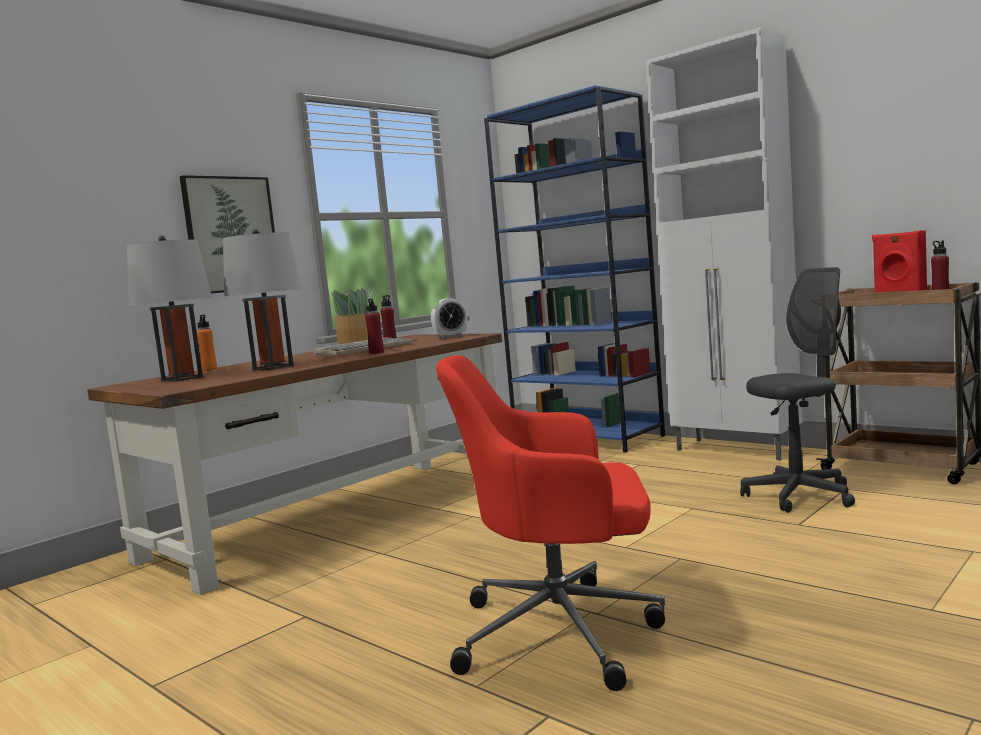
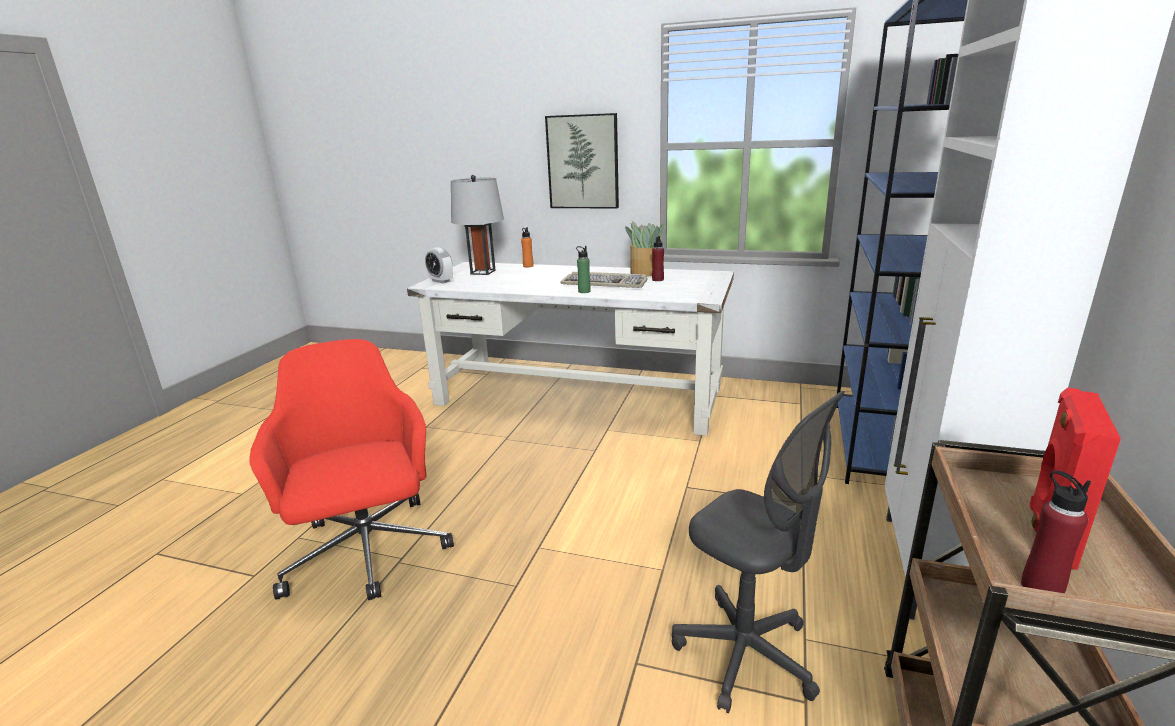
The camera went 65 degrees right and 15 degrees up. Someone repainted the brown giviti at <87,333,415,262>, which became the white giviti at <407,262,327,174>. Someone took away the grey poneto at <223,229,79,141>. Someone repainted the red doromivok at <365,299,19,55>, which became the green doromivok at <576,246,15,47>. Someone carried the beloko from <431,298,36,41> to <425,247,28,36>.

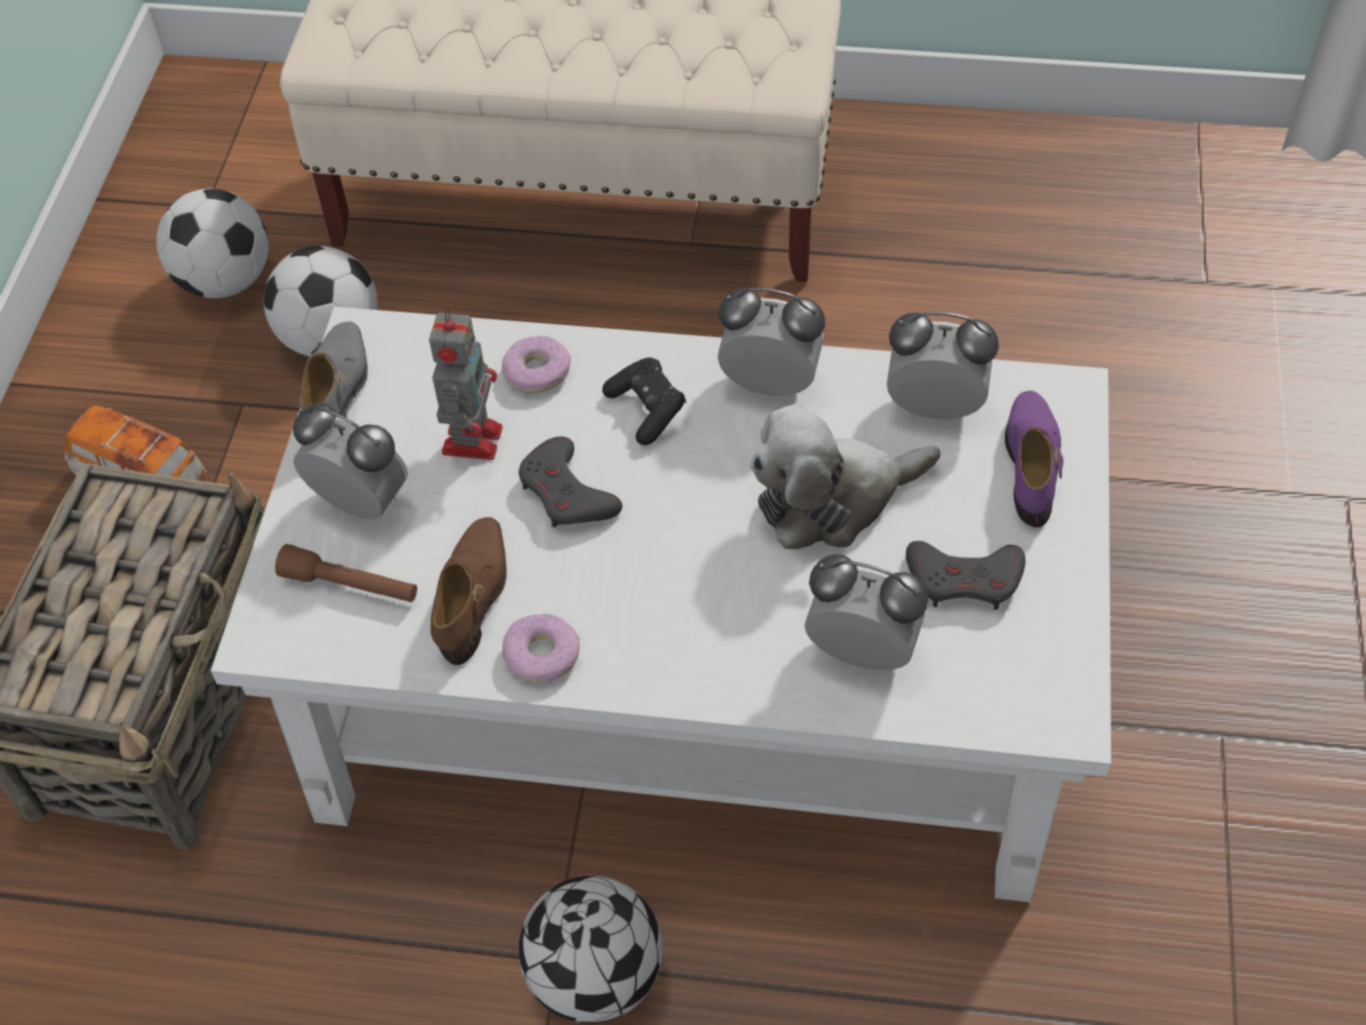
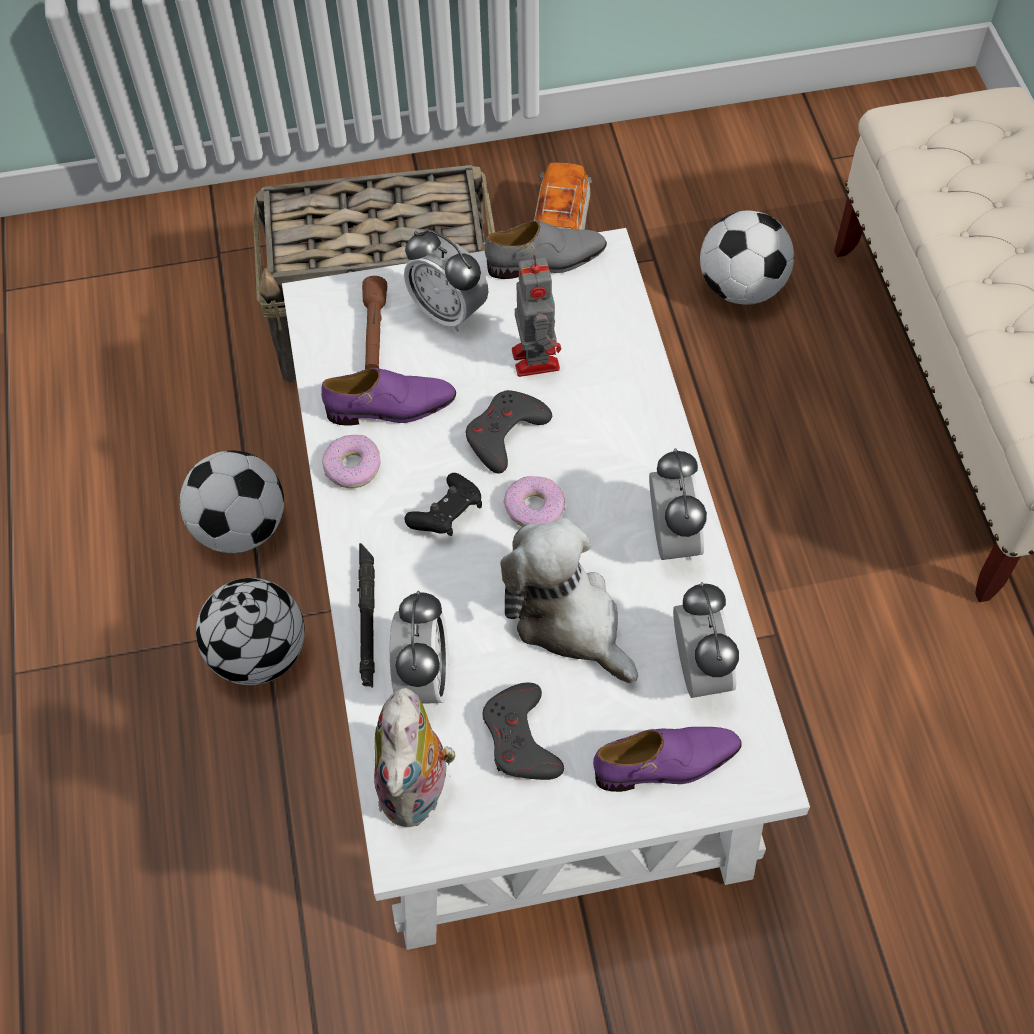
The camera went 70 degrees right and 5 degrees up. Someone carried the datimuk from <156,189,113,109> to <180,450,104,103>. Someone rotated the beloko at <293,403,115,116> by 120 degrees clockwise. Someone rotated the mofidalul at <429,308,74,152> by 90 degrees counterclockwise. Someone repainted the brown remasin at <430,517,77,148>, which became the purple remasin at <321,368,135,58>. Someone carried the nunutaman from <502,336,69,57> to <503,476,62,51>. Someone carried the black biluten from <602,357,84,88> to <405,473,77,63>. Someone put down the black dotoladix at <357,543,18,145>. Someone put down the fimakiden at <374,688,81,139>.

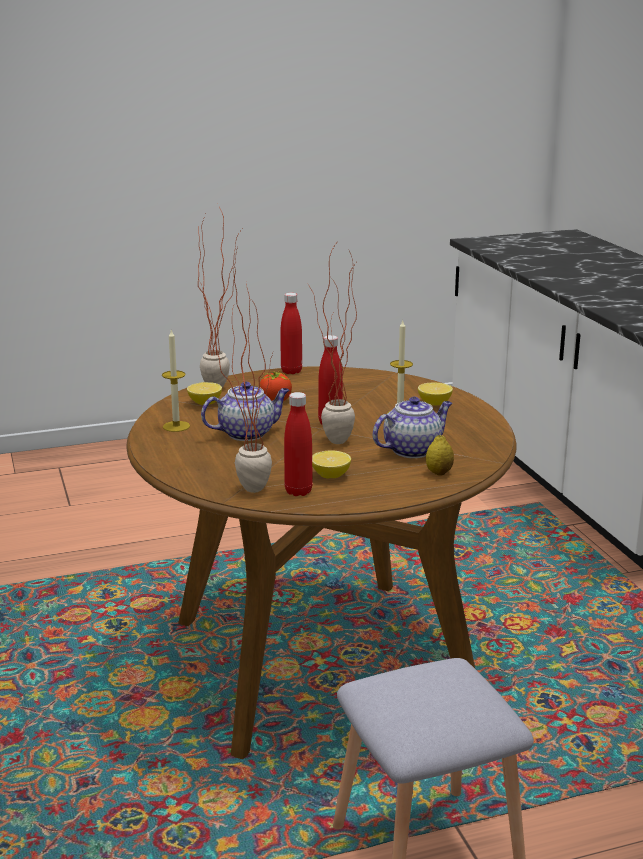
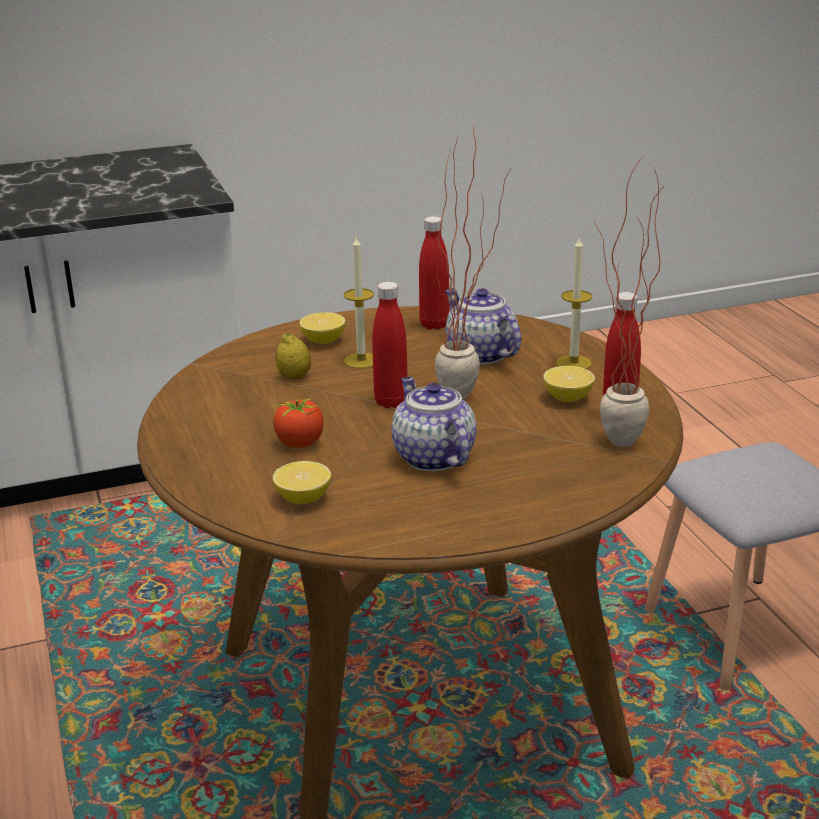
The camera went 90 degrees left and 5 degrees up. Someone carried the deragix from <162,329,28,103> to <556,236,36,133>. Someone took away the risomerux at <198,207,44,180>. Someone carried the red doromivok from <280,293,22,81> to <419,216,30,114>. Someone carried the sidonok from <426,435,28,41> to <275,333,36,46>.

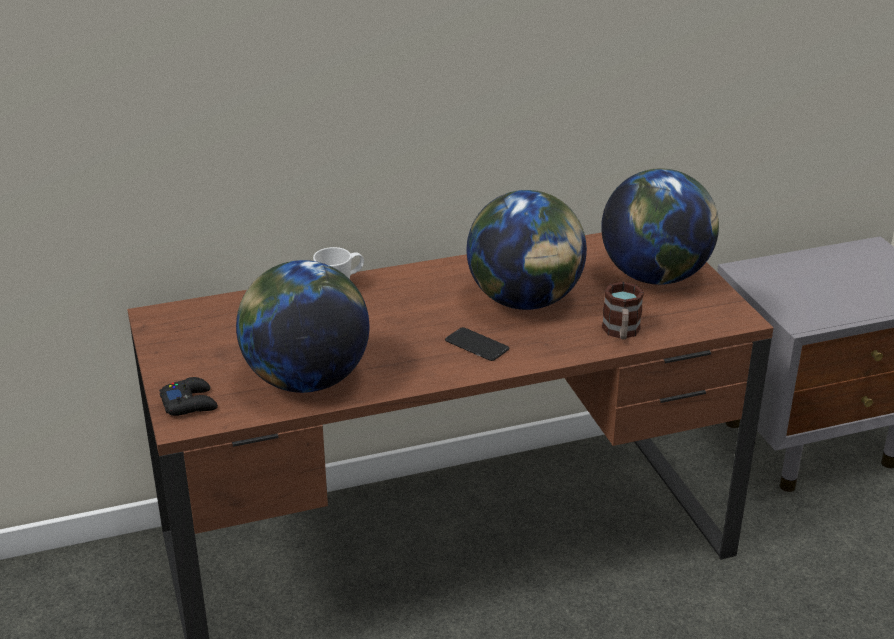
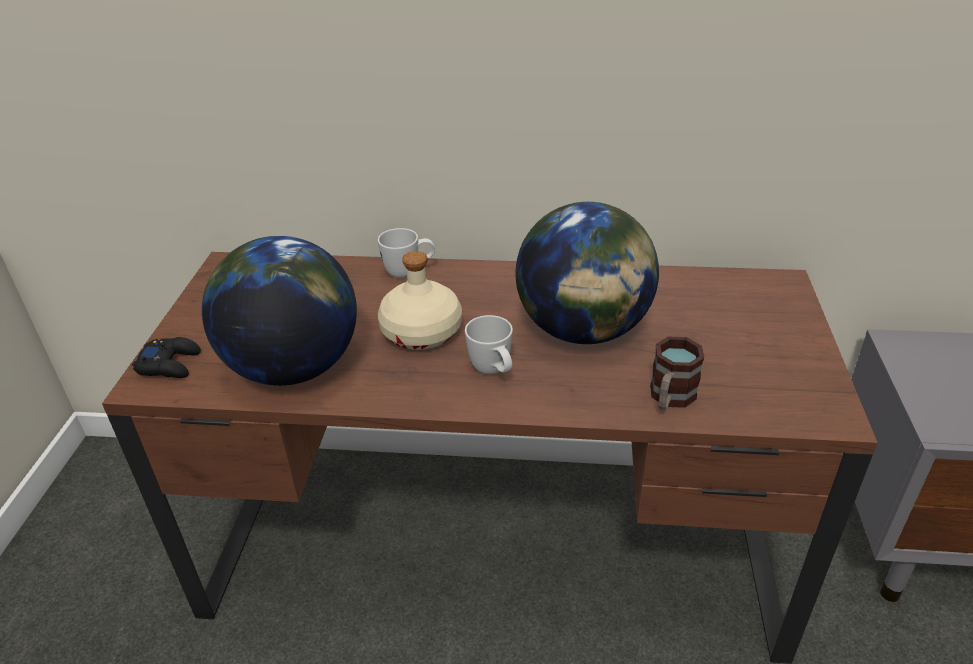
The camera went 25 degrees right and 5 degrees up. Someone swapped the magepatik at <445,327,64,34> for the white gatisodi at <465,315,48,59>. Someone took away the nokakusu at <601,168,118,117>. Someone put down the beige doromivok at <378,251,84,99>.

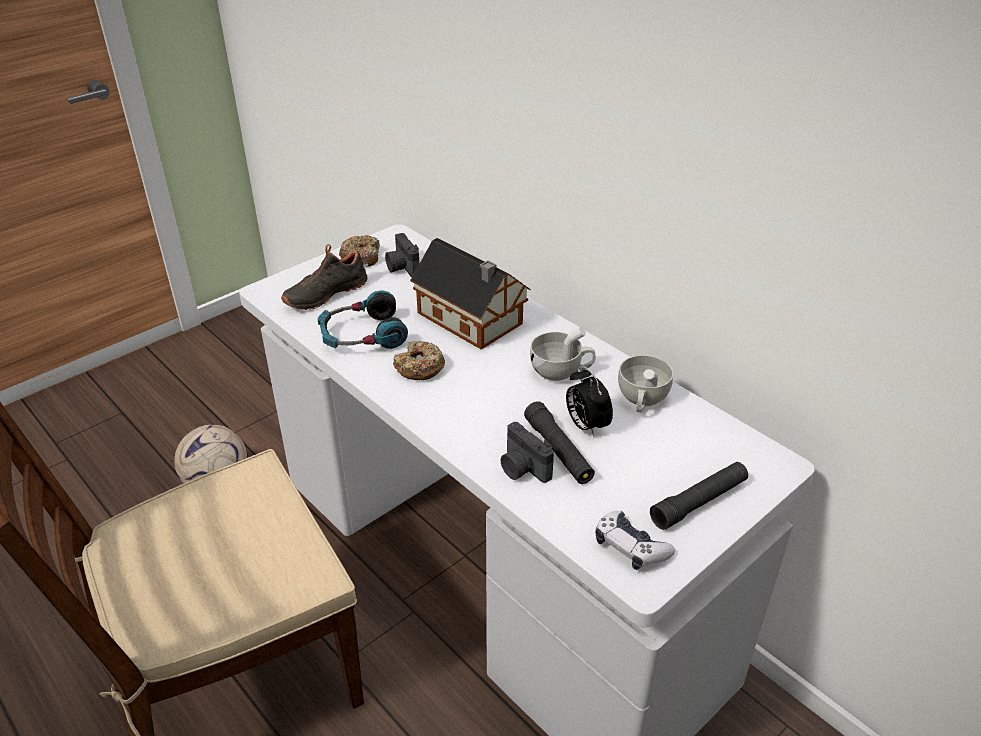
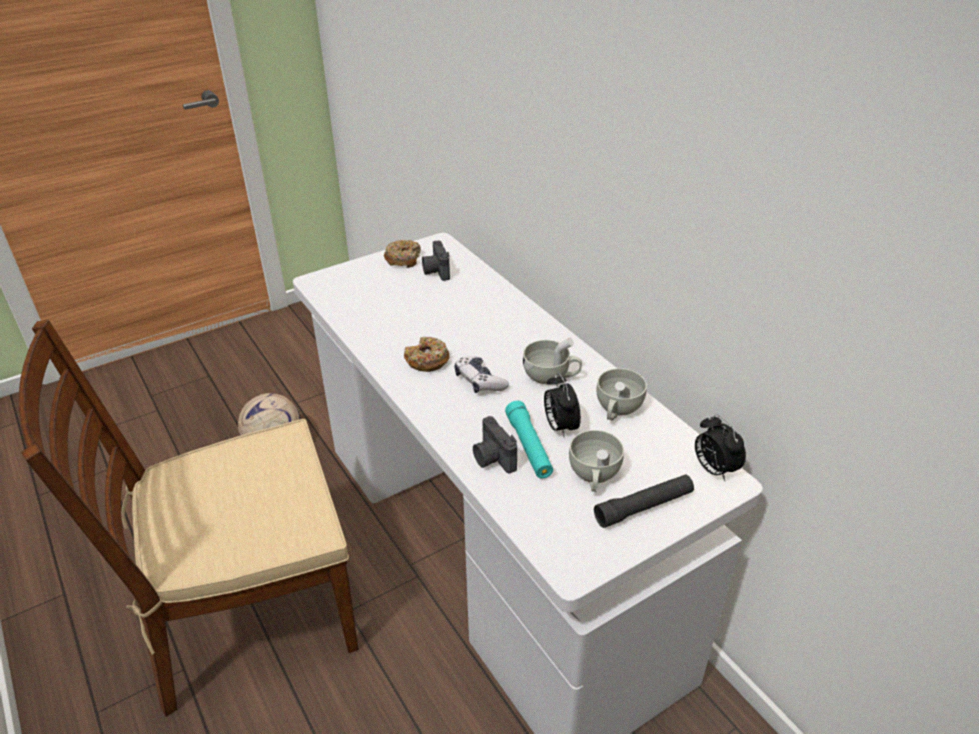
The camera went 10 degrees right and 0 degrees up. Someone took away the black remasin at <281,244,86,66>. Someone took away the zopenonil at <318,291,90,58>. Someone took away the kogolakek at <410,238,120,112>. Someone repainted the black dotoladix at <524,401,71,83>, which became the turquoise dotoladix at <505,401,48,77>. Someone carried the biluten from <595,511,80,59> to <455,356,54,37>. Someone put down the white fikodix at <569,430,55,62>. Someone put down the beloko at <695,414,51,67>.

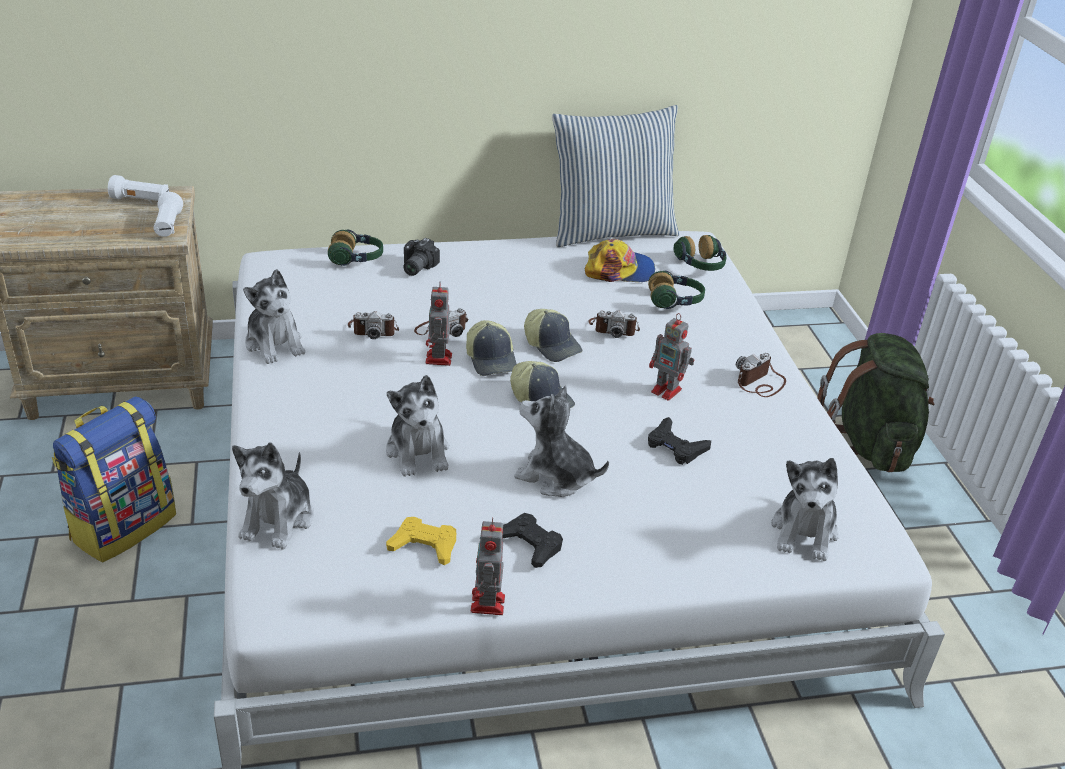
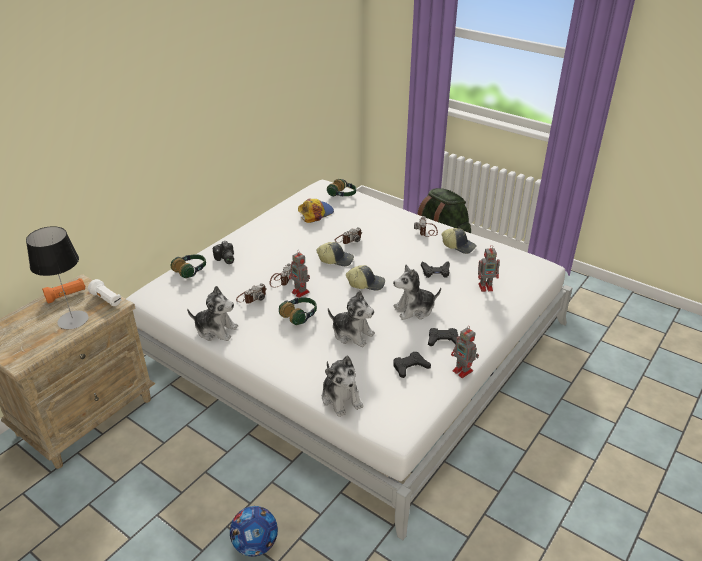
The camera went 40 degrees left and 0 degrees up. Someone took away the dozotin at <52,396,124,166>. Someone repainted the white dotoladix at <108,175,61,26>, which became the orange dotoladix at <42,278,44,26>. Someone repainted the yellow biluten at <386,517,70,48>, which became the black biluten at <393,352,38,26>. Someone carried the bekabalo from <466,320,51,56> to <442,228,35,26>. Someone took away the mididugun at <552,105,127,142>. Someone carried the zopenonil from <648,271,57,38> to <279,297,38,28>. Someone carried the mofidalul from <649,313,45,88> to <478,245,22,47>. Someone took away the fimakiden at <771,458,68,103>. Someone put down the poneto at <26,226,63,103>. Someone put down the datimuk at <230,506,48,51>.

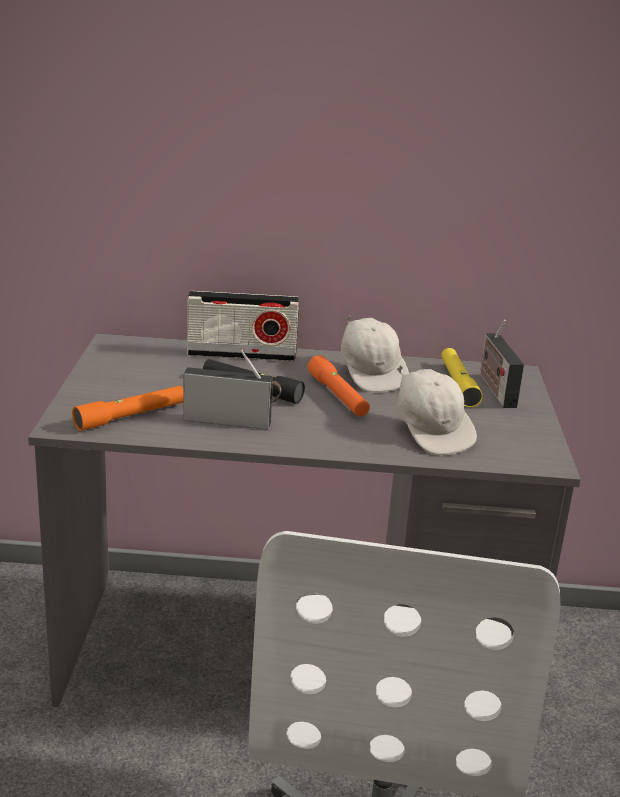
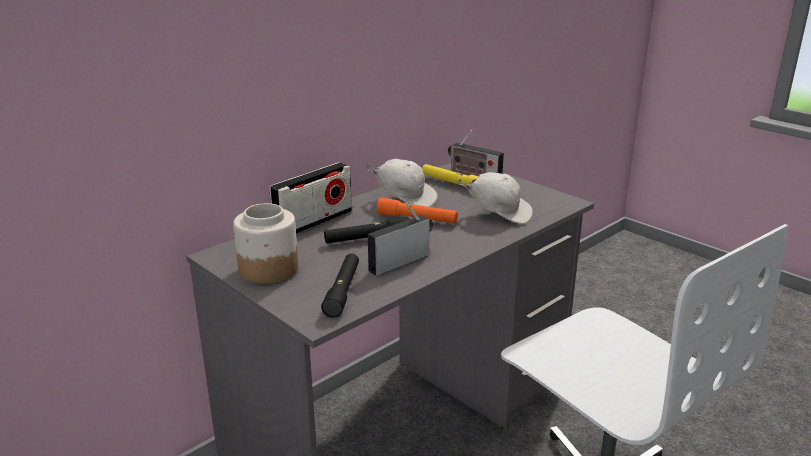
The camera went 45 degrees left and 0 degrees up. Someone repainted the orange dotoladix at <72,386,112,45>, which became the black dotoladix at <321,254,38,64>. Someone put down the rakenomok at <233,203,65,81>.

